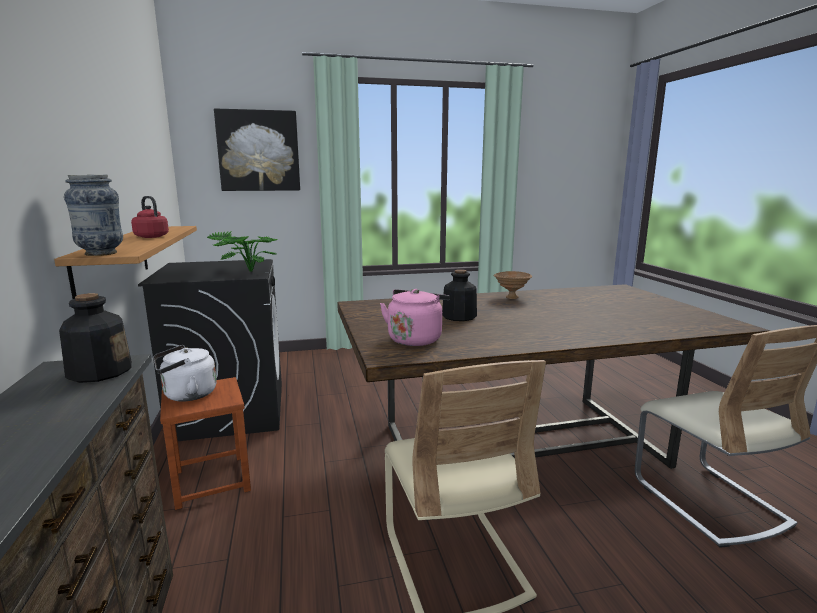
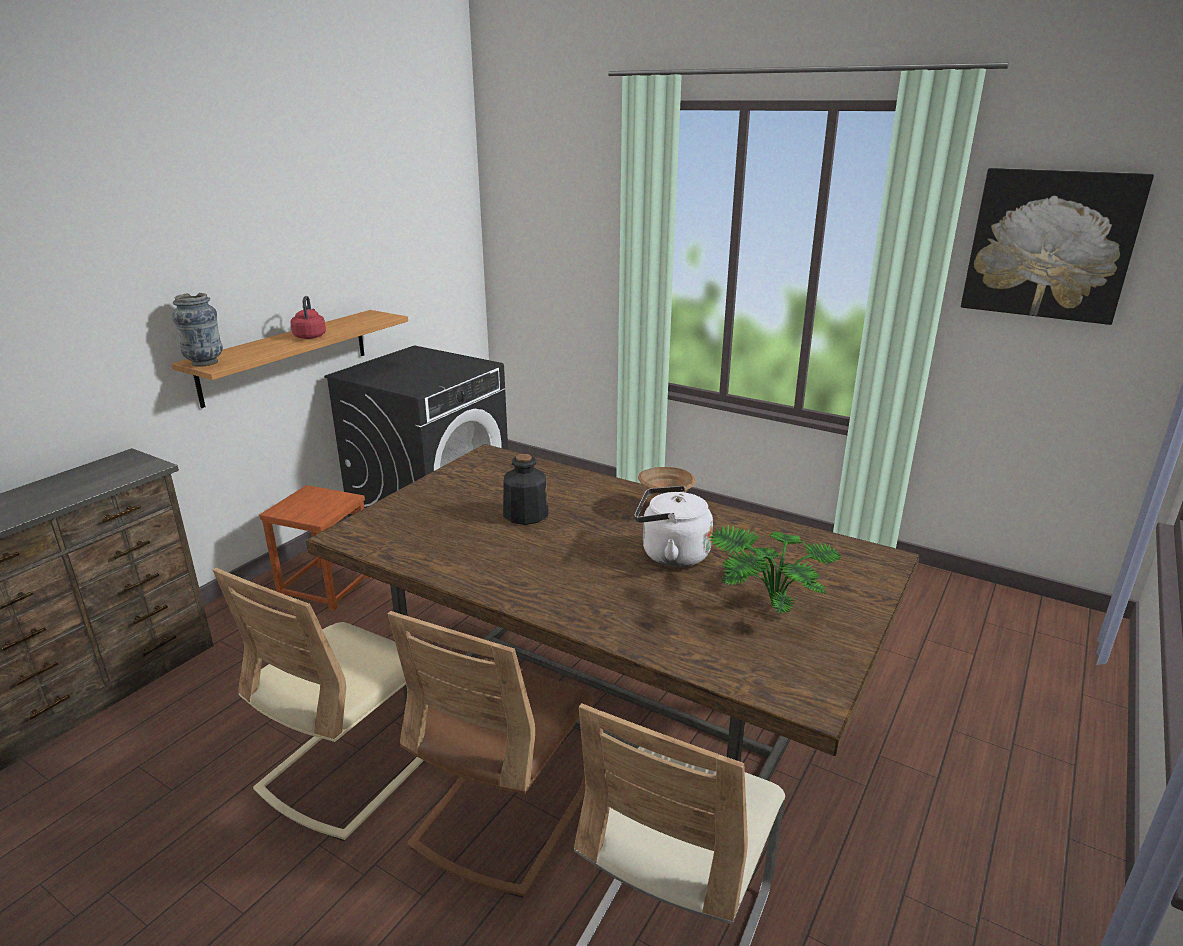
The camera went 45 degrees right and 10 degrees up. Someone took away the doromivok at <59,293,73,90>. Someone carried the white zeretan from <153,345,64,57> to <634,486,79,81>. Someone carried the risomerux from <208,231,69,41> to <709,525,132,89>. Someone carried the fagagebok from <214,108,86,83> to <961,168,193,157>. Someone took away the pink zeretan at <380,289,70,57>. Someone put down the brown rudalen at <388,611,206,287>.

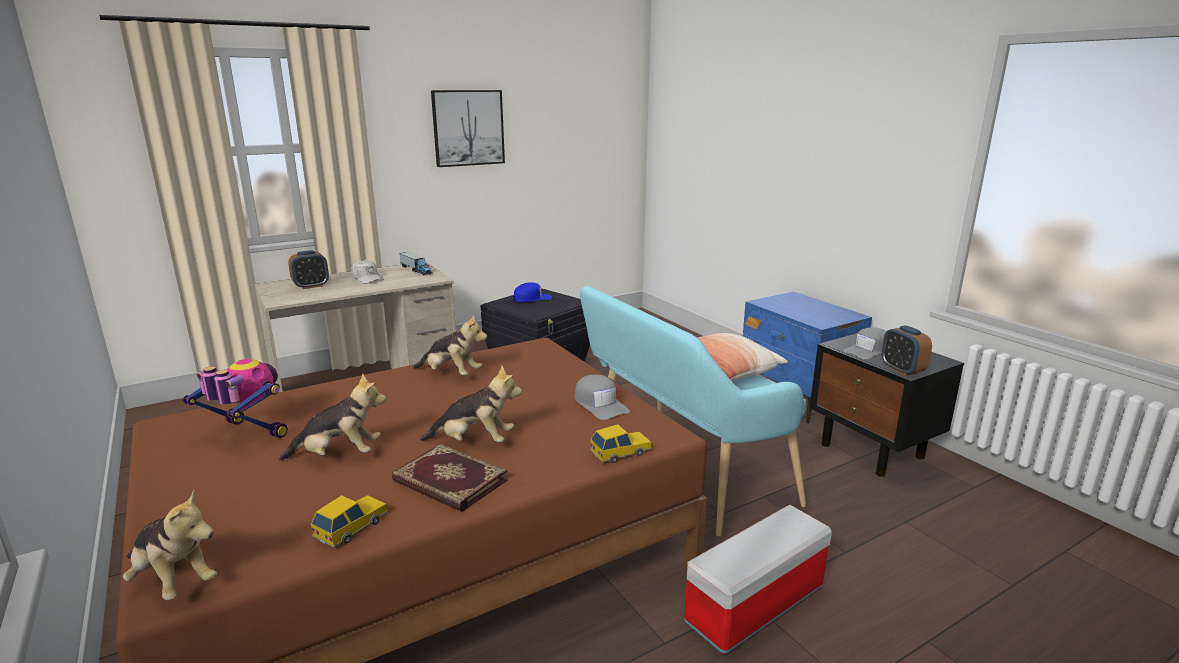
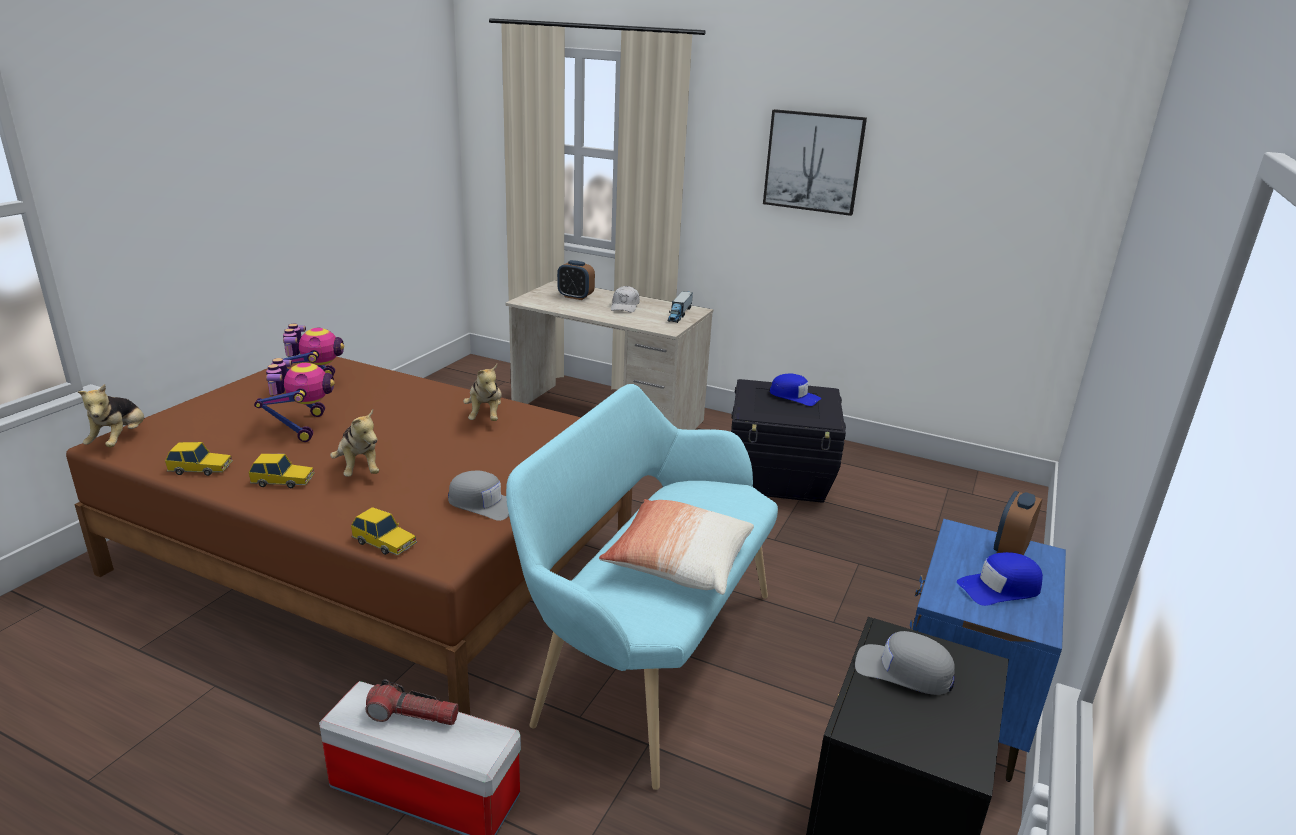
The camera went 55 degrees right and 5 degrees up. Someone swapped the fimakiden at <279,373,107,87> for the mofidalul at <254,358,81,84>. Someone swapped the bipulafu at <392,444,115,68> for the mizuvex at <248,454,67,34>. Someone rotated the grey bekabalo at <575,375,55,45> by 90 degrees counterclockwise. Someone carried the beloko from <882,325,50,51> to <994,491,48,64>. Someone put down the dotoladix at <365,679,94,46>. Someone put down the blue bekabalo at <957,552,86,54>.

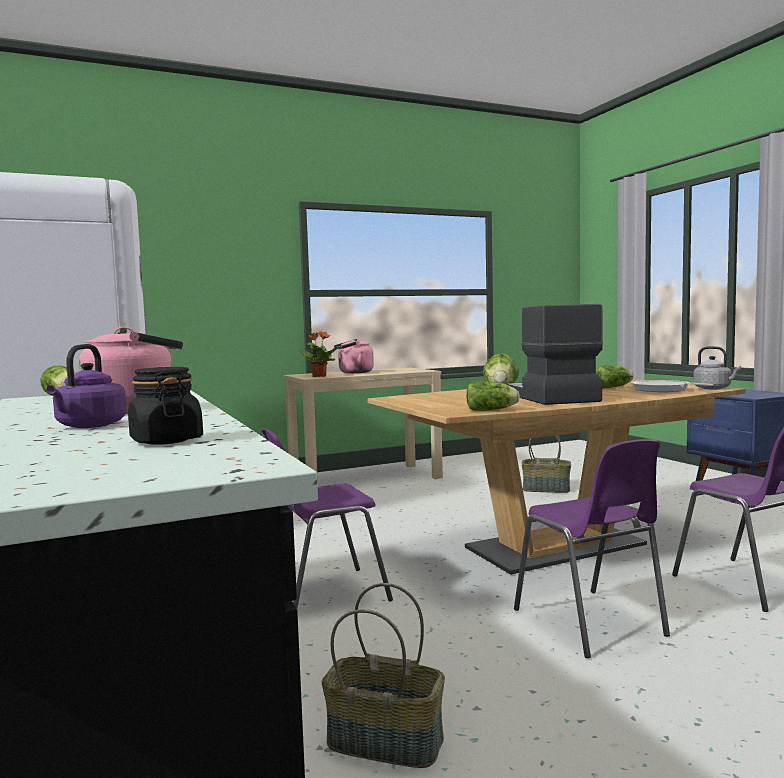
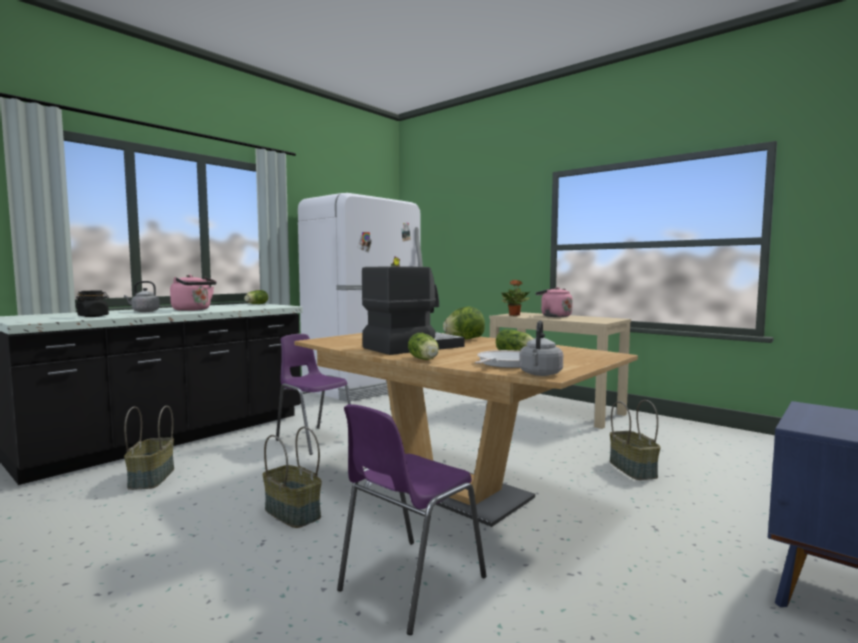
The camera went 65 degrees right and 0 degrees up. Someone repainted the purple zeretan at <47,344,80,84>, which became the grey zeretan at <124,281,36,31>. Someone carried the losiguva from <466,382,54,29> to <408,333,31,27>. Someone swapped the purple rudalen at <514,439,156,219> for the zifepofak at <263,426,59,102>.

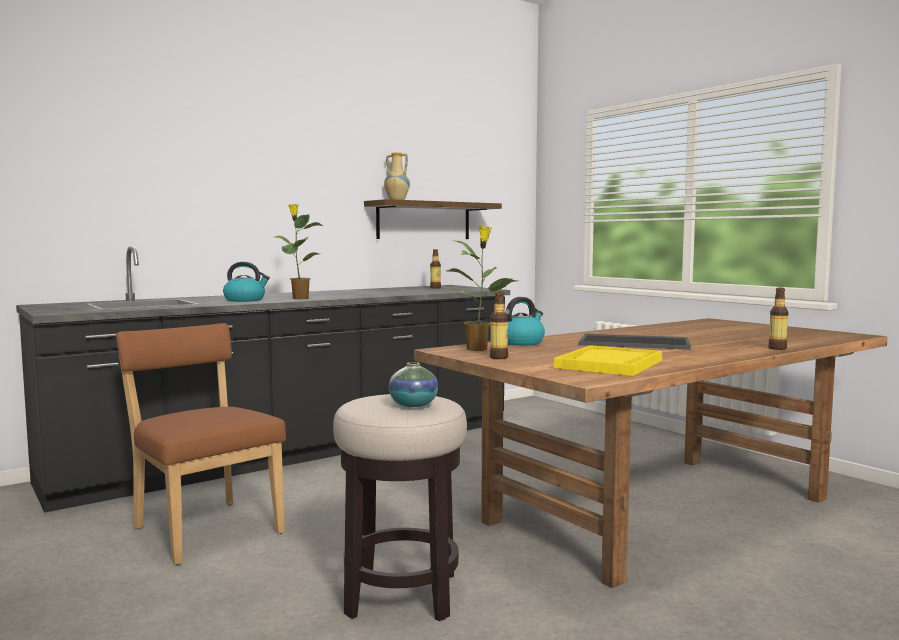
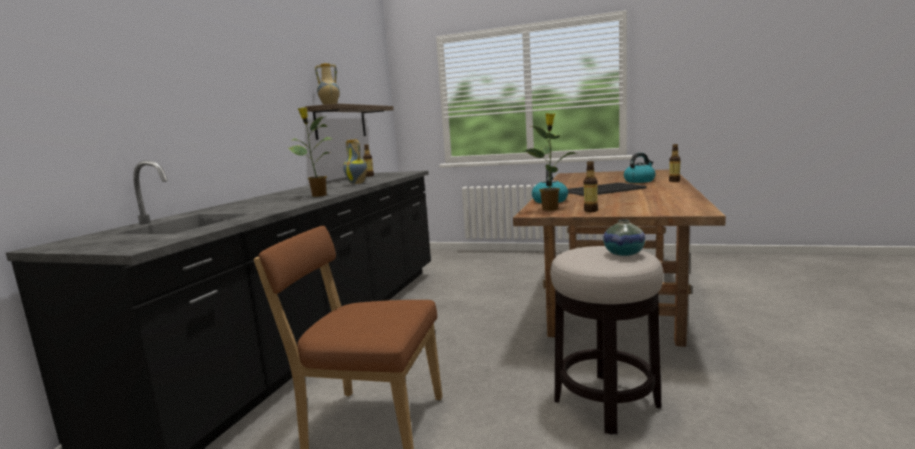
The camera went 35 degrees left and 5 degrees up. Someone carried the zeretan from <223,262,47,40> to <624,153,31,30>. Someone took away the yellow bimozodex at <554,345,108,31>. Someone put down the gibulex at <343,139,24,45>.

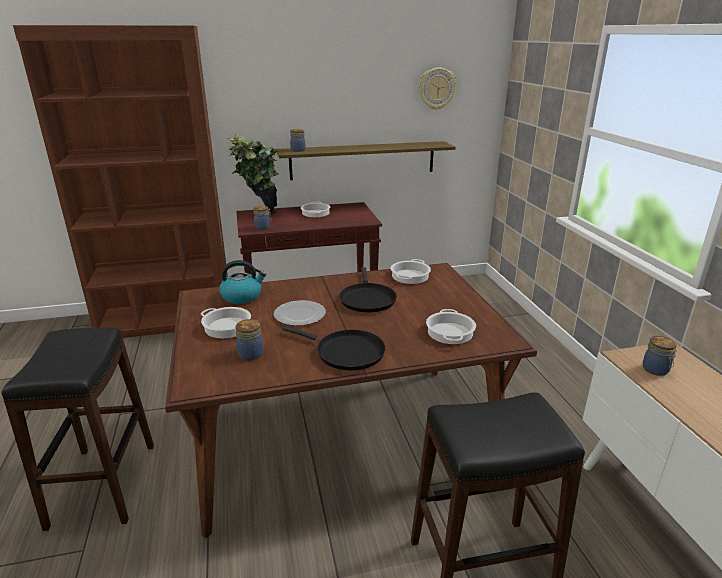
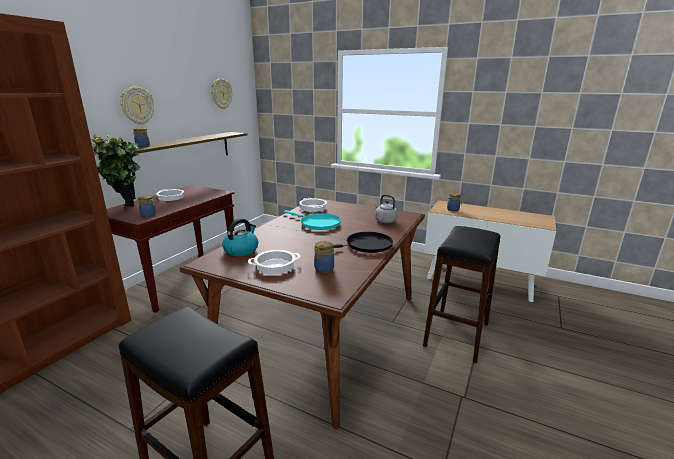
The camera went 50 degrees left and 5 degrees down. Someone took away the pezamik at <274,300,52,26>. Someone repainted the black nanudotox at <339,267,58,45>, which became the turquoise nanudotox at <284,210,57,20>. Someone swapped the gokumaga at <426,309,50,35> for the grey zeretan at <374,194,24,29>. Someone put up the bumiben at <120,87,34,38>.

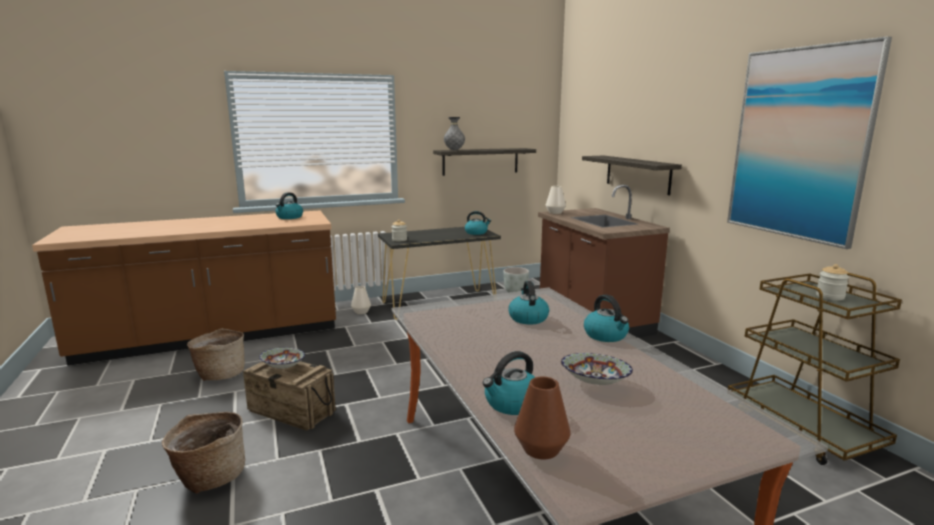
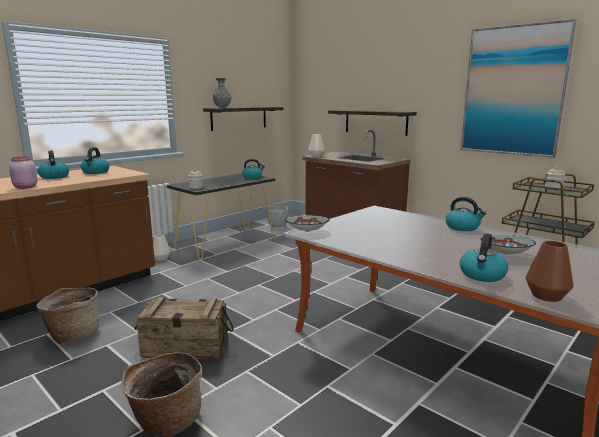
The camera went 25 degrees left and 0 degrees up. Someone carried the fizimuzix from <259,348,46,21> to <285,215,44,17>. Someone carried the zeretan from <508,281,41,43> to <38,151,31,28>. Someone put down the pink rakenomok at <9,157,28,32>.

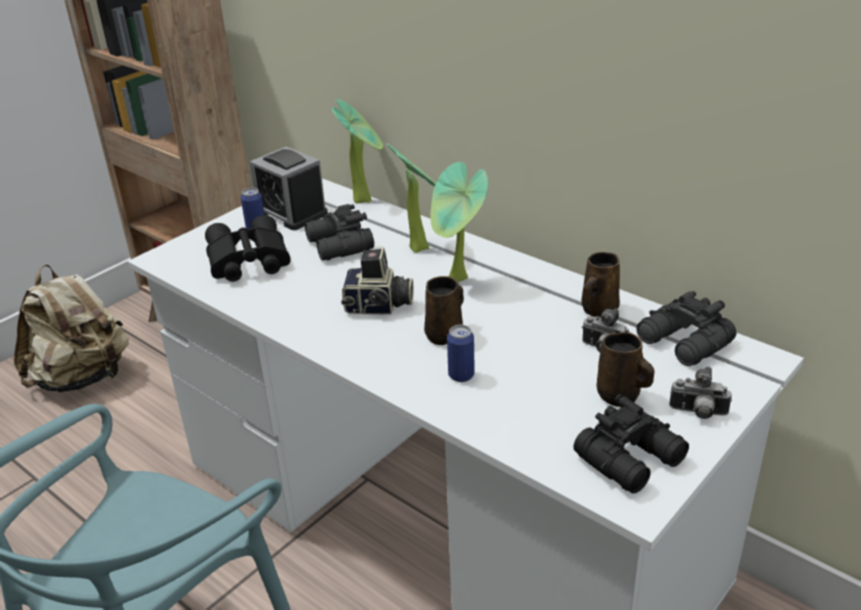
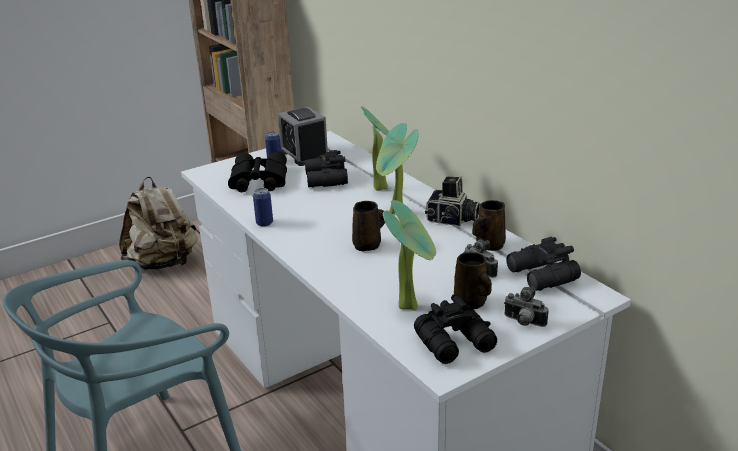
The camera went 15 degrees right and 5 degrees down. Someone carried the risomerux from <332,99,51,104> to <383,200,53,111>. Someone carried the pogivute from <341,247,73,67> to <425,176,55,50>. Someone carried the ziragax from <447,325,28,57> to <253,188,20,38>.

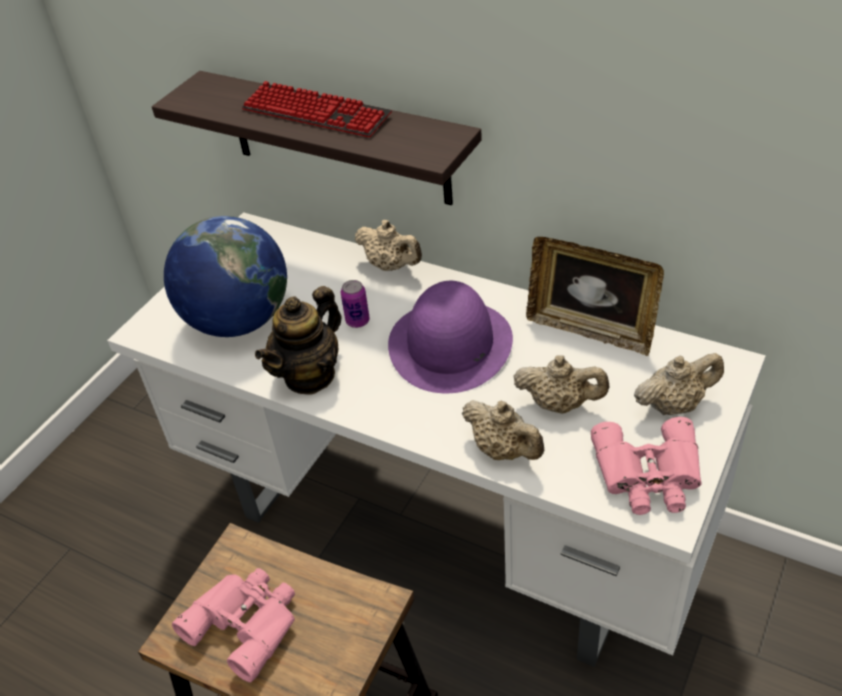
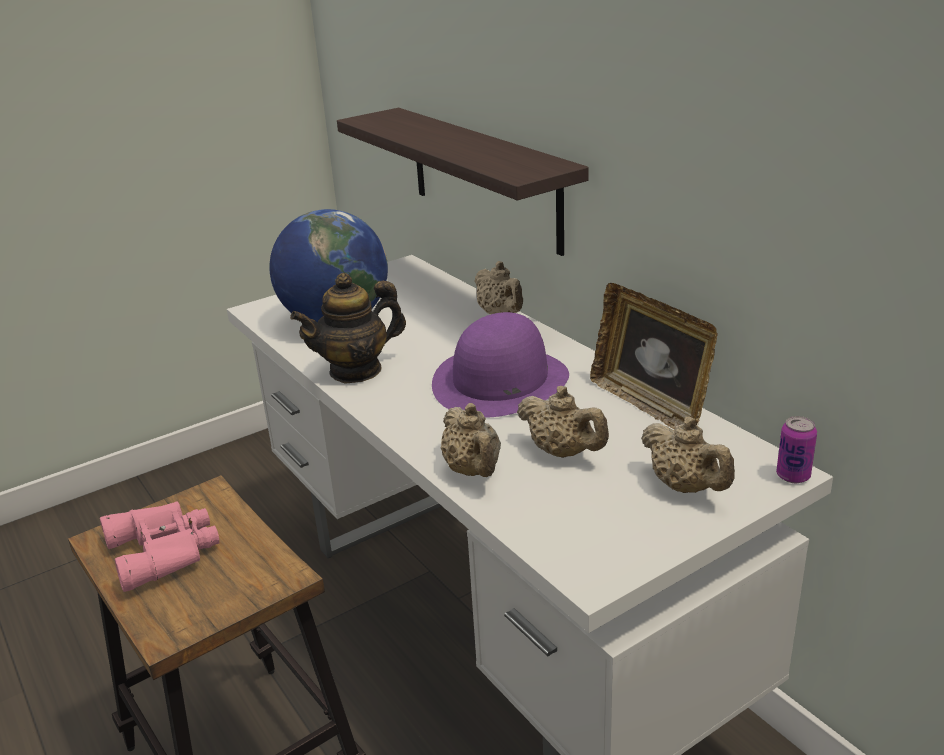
The camera went 25 degrees right and 15 degrees down. Someone took away the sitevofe at <242,81,150,56>. Someone carried the ziragax from <341,280,29,48> to <776,416,41,67>. Someone took away the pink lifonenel at <591,417,111,98>. Someone rotated the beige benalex at <634,353,90,62> by 45 degrees clockwise.

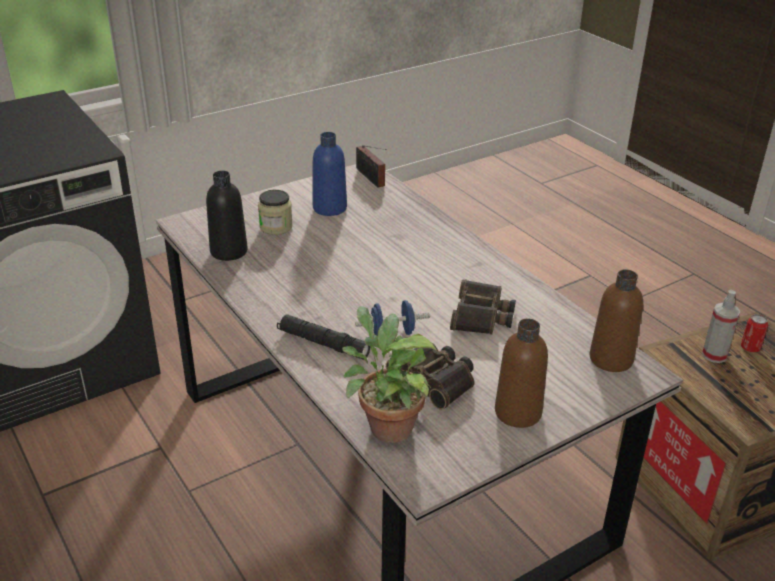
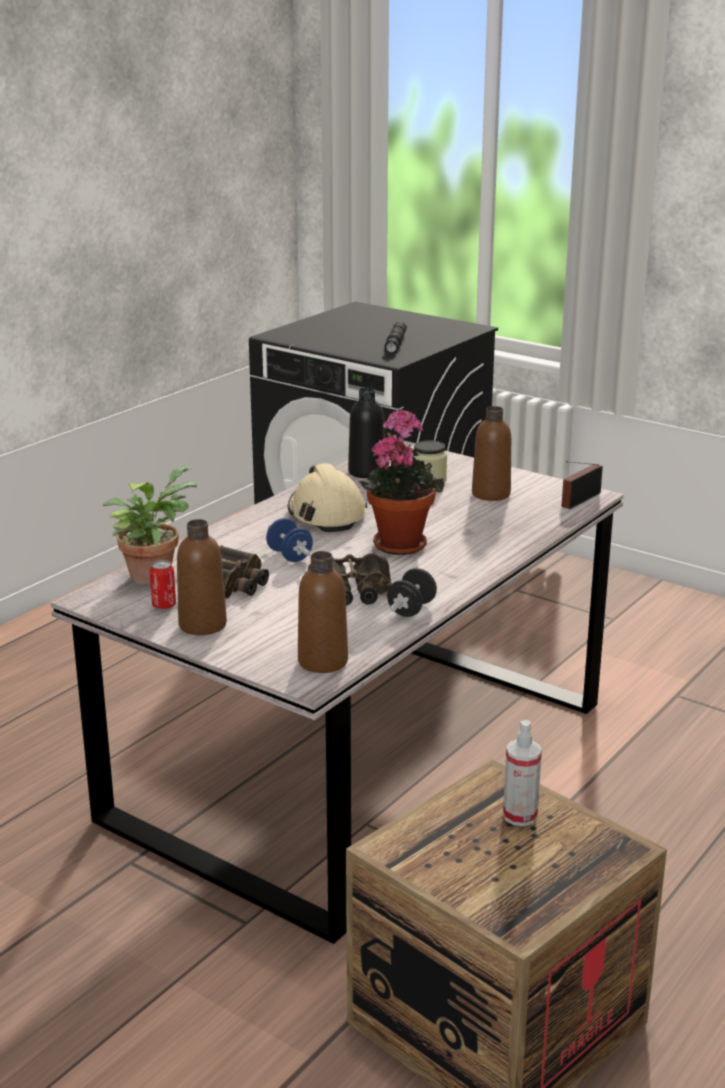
The camera went 70 degrees right and 10 degrees down. Someone carried the black dotoladix from <277,314,93,46> to <385,321,22,33>. Someone repainted the blue doromivok at <313,132,34,84>, which became the brown doromivok at <472,406,39,95>. Someone carried the ziragax from <741,314,27,39> to <150,560,26,49>. Someone put down the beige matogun at <288,463,79,69>. Someone put down the risomerux at <359,409,86,146>. Someone put down the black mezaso at <387,568,50,49>.

